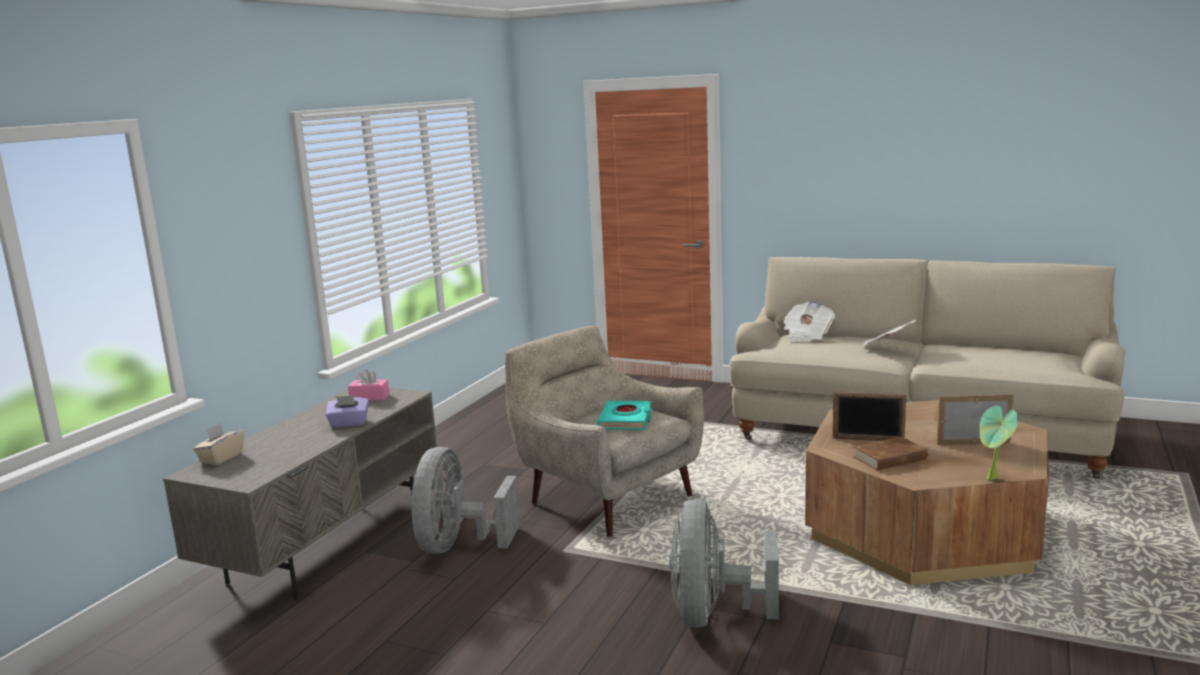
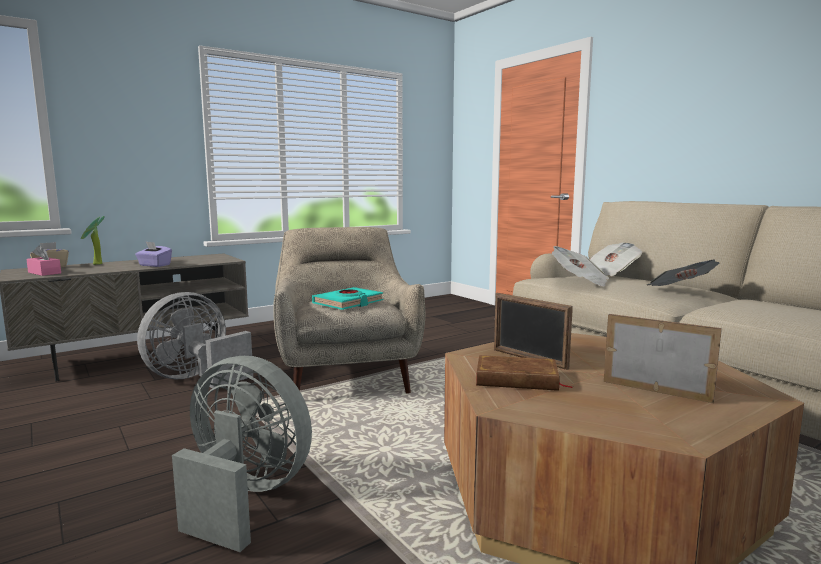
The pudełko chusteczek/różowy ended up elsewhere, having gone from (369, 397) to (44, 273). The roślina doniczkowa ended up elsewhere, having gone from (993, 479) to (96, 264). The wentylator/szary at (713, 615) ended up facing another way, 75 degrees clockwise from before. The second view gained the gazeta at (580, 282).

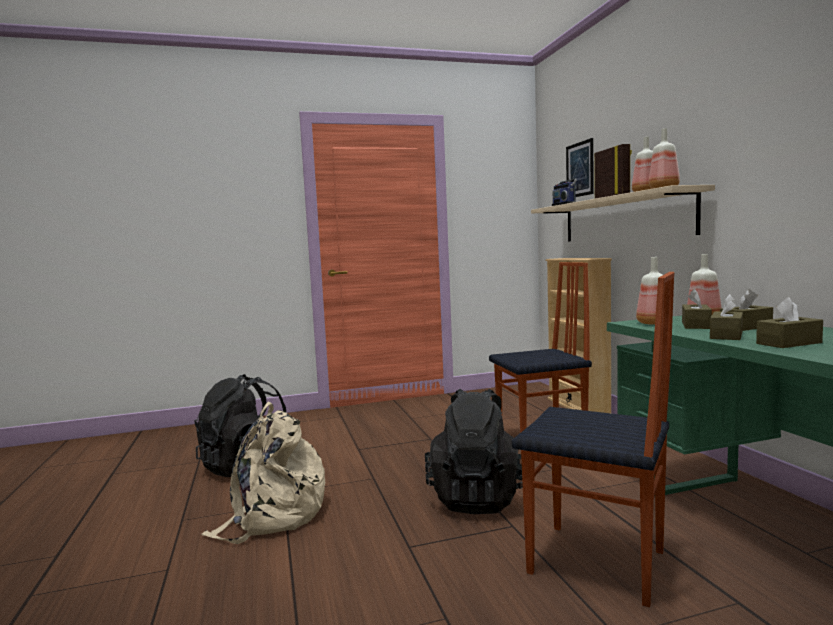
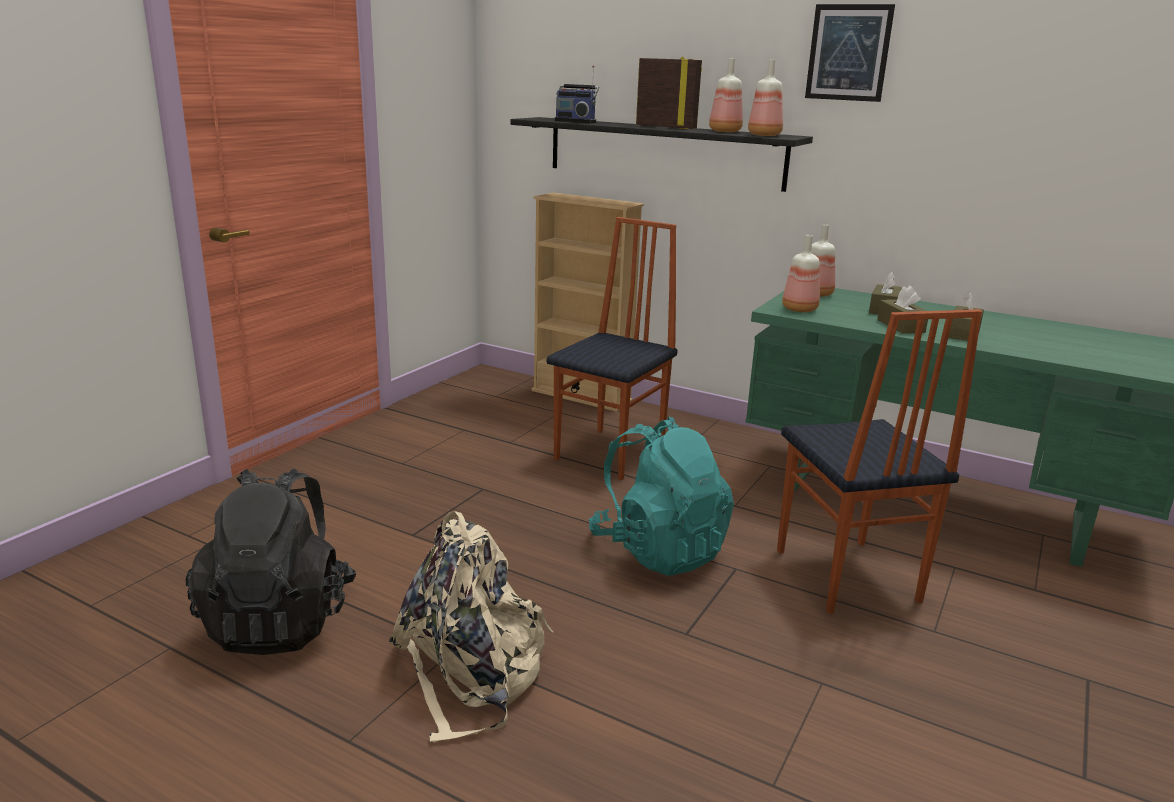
The obraz ended up elsewhere, having gone from (580, 169) to (848, 53). What was the półka/beżowy at (623, 219) turned into the półka/czarny at (663, 152). The krzesło at (597, 564) ended up facing another way, 90 degrees clockwise from before. The second view lost the pudełko chusteczek/brązowy at (696, 325). What was the plecak/czarny at (477, 497) turned into the plecak/turkusowy at (658, 550).

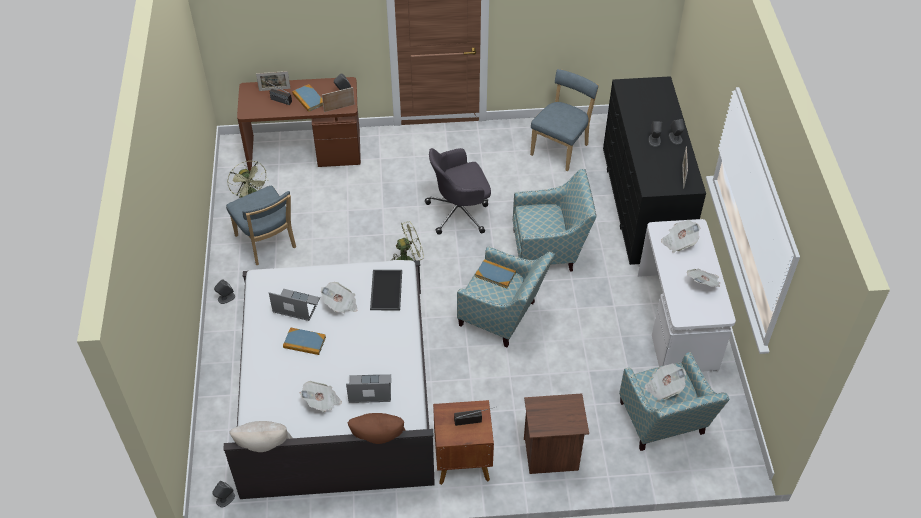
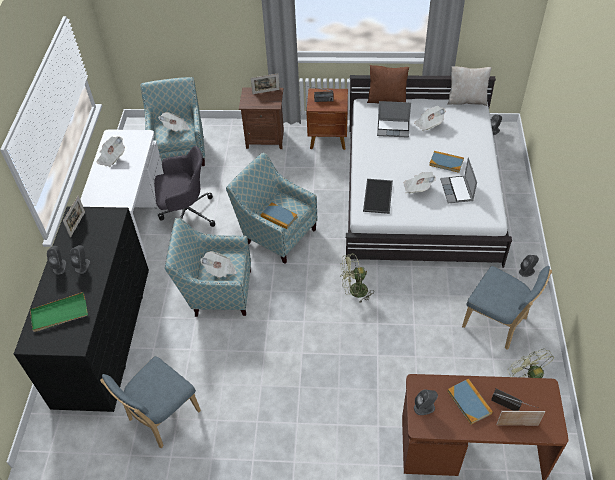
The ramka na zdjęcie ended up elsewhere, having gone from (339, 108) to (266, 91). The krzesło biurowe/szary ended up elsewhere, having gone from (459, 212) to (186, 214). The krzesło/niebieski at (267, 243) ended up facing another way, 150 degrees clockwise from before. The gazeta ended up elsewhere, having gone from (679, 242) to (220, 270). The laptop at (295, 306) ended up facing another way, 60 degrees clockwise from before. The second view gained the taca/zielony at (59, 314).

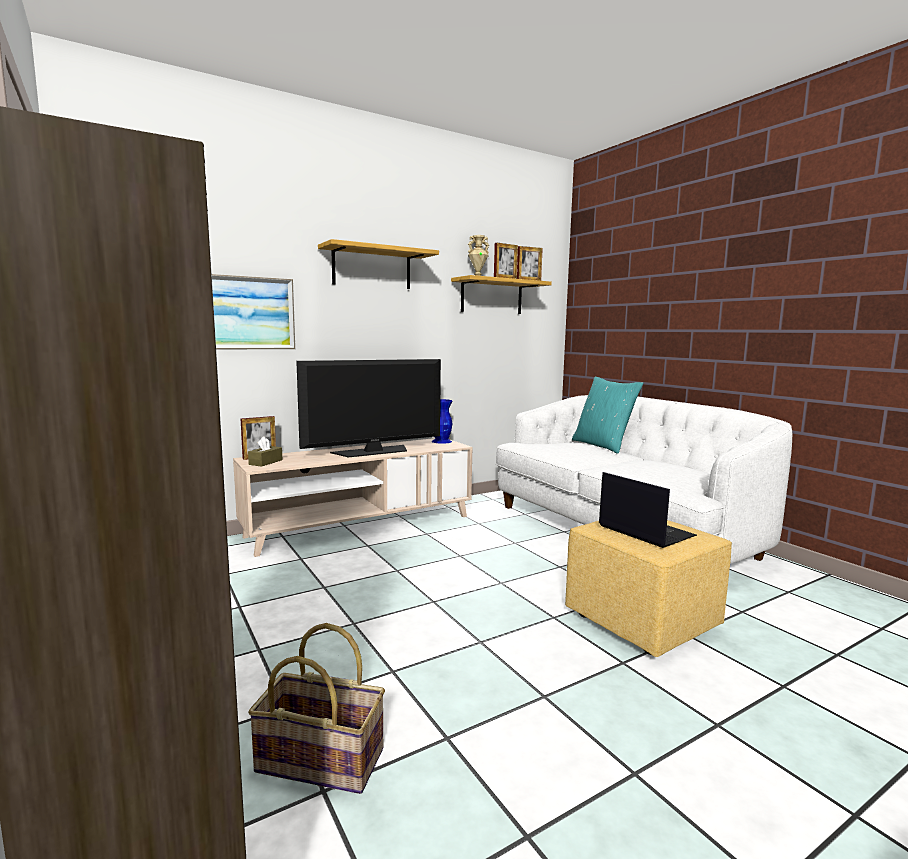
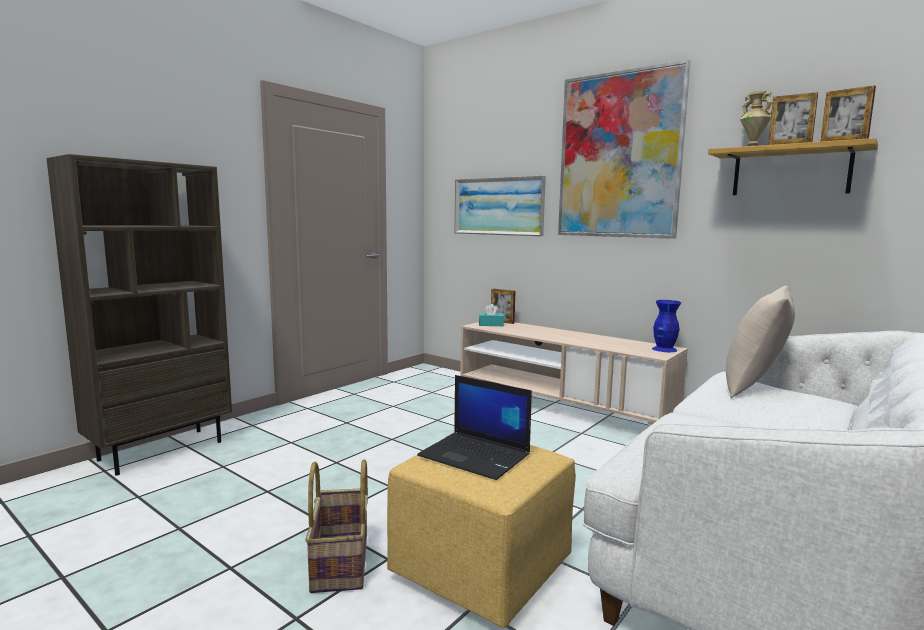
Where the półka hung at (372, 268), the obraz came to hang at (619, 156). The second view lost the telewizor at (373, 451). The second view lost the poduszka/turkusowy at (603, 445). What was the pudełko chusteczek/brązowy at (265, 462) turned into the pudełko chusteczek/turkusowy at (491, 324). The laptop at (644, 531) ended up facing another way, 90 degrees clockwise from before. The koszyk ended up elsewhere, having gone from (322, 759) to (342, 562). The second view gained the poduszka/beżowy at (754, 386).

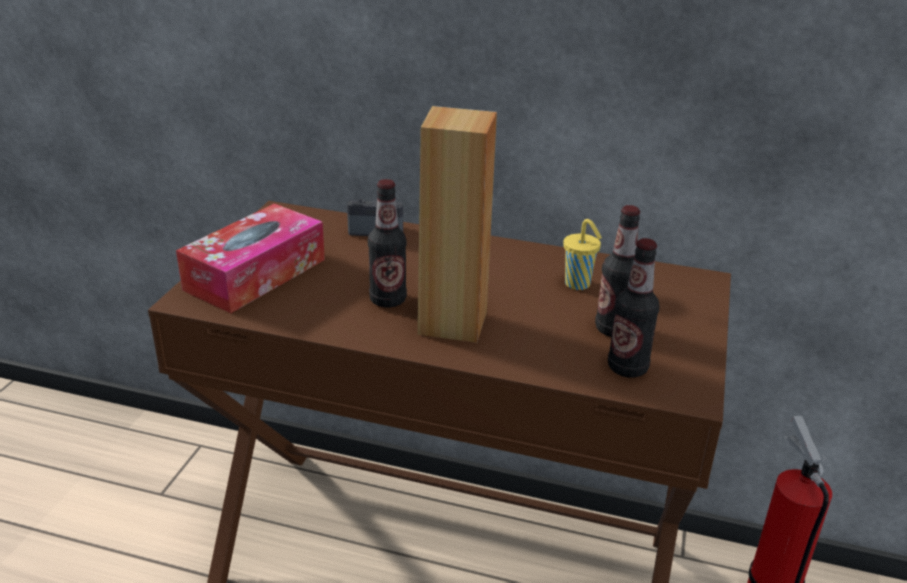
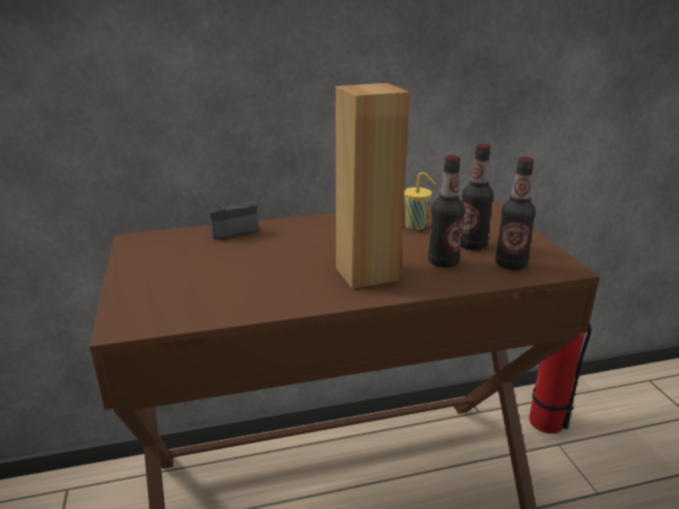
The butelka ended up elsewhere, having gone from (388, 300) to (443, 262). The second view lost the pudełko chusteczek at (255, 274).

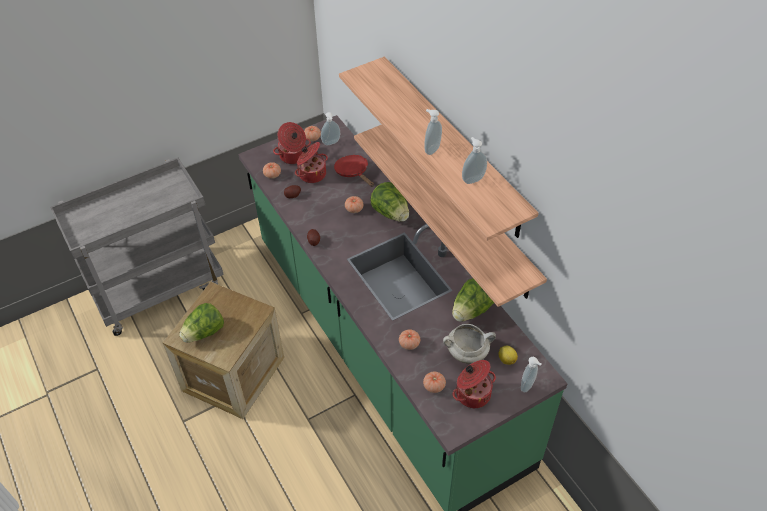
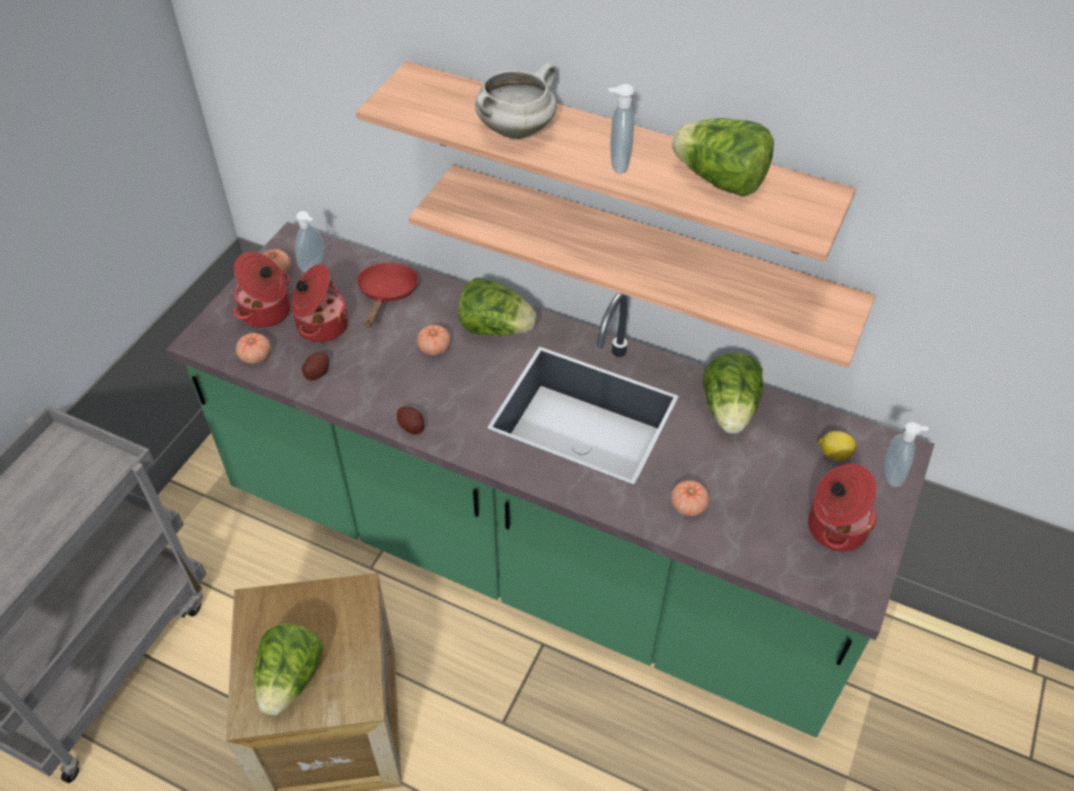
Where the dozownik mydła stood at (472, 179), the sałata came to stand at (720, 181). The patelnia/czerwony at (353, 172) ended up facing another way, 75 degrees clockwise from before. The garnek/biały ended up elsewhere, having gone from (467, 352) to (516, 129). The second view lost the pomidor at (434, 386).

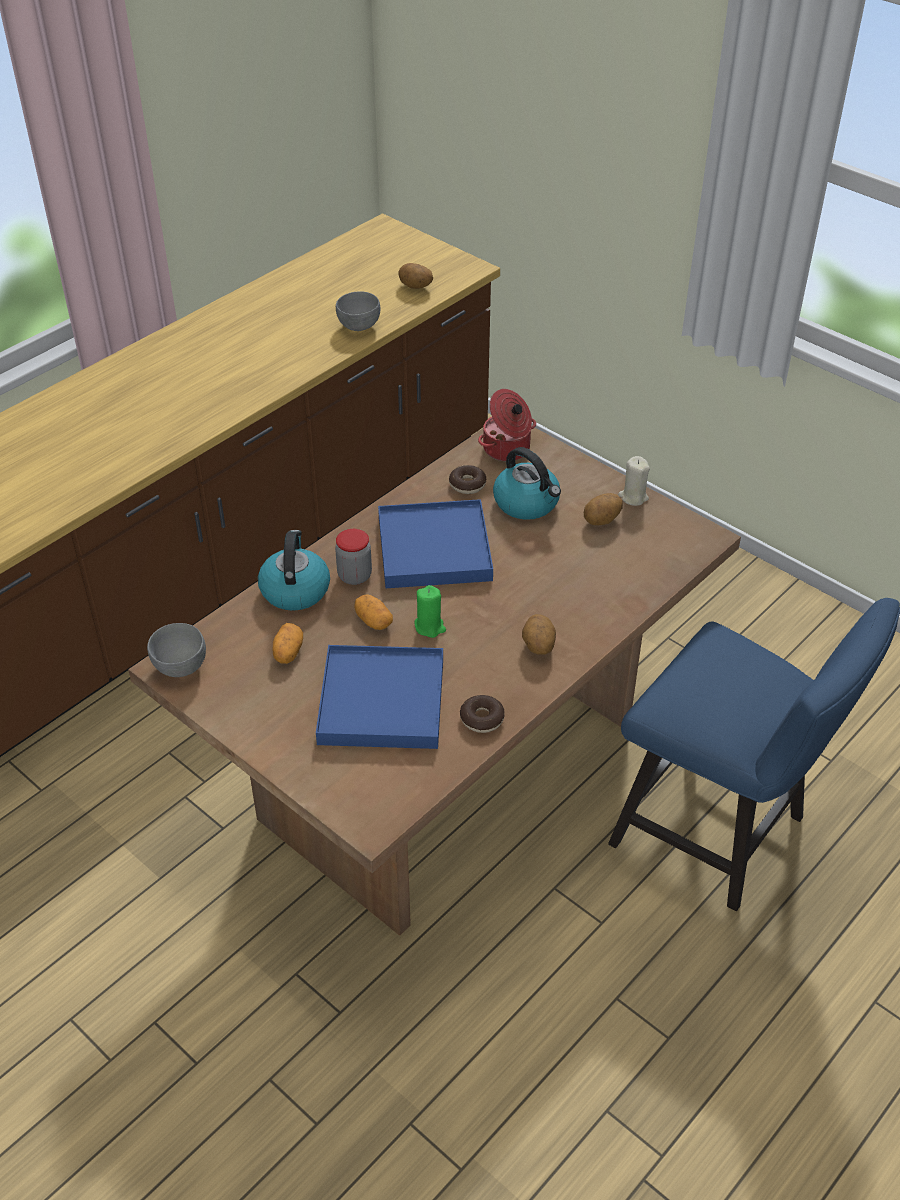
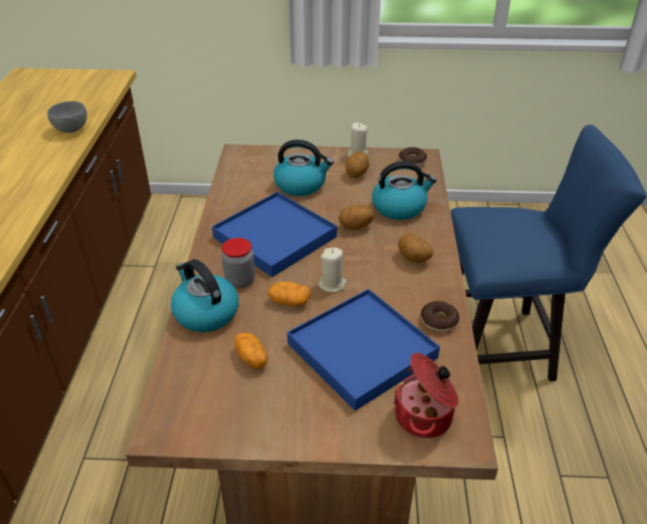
The ziemniak ended up elsewhere, having gone from (415, 287) to (356, 227). The garnek ended up elsewhere, having gone from (507, 449) to (425, 417). The donut ended up elsewhere, having gone from (467, 484) to (412, 161). What was the świeca/zielony at (430, 627) turned into the świeca/beżowy at (332, 284). The second view lost the miska/szary at (181, 666). The second view gained the czajnik at (399, 207).

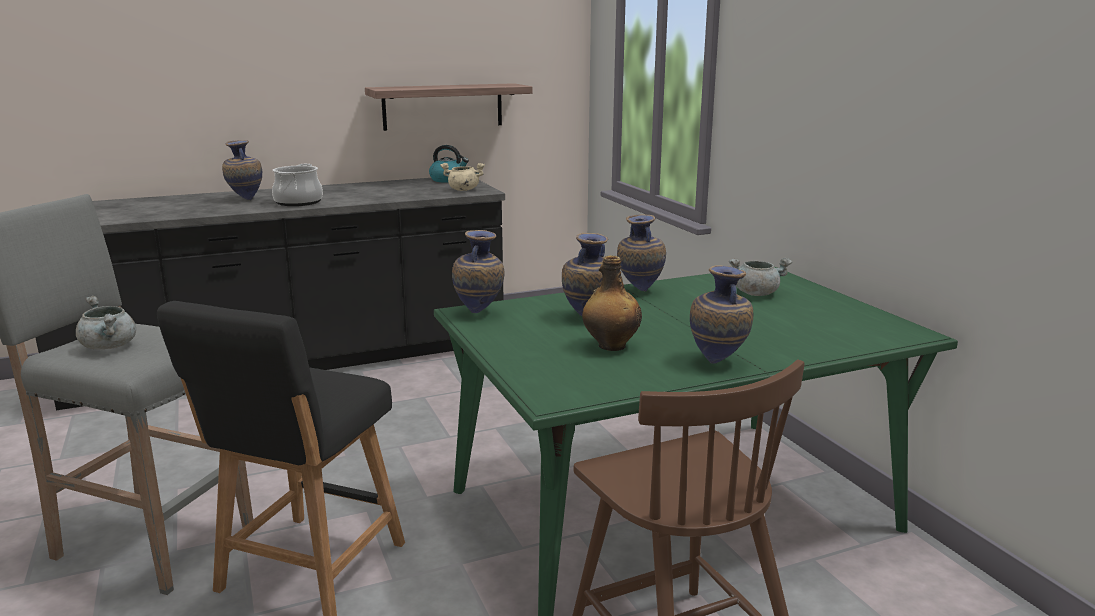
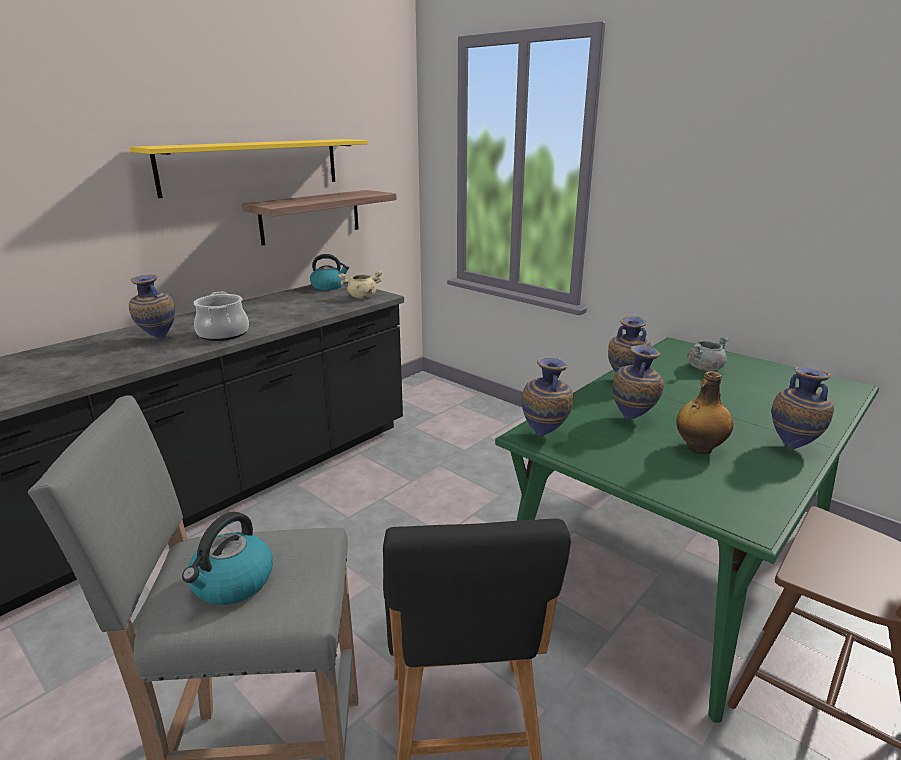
Where the garnek/szary stood at (110, 346), the czajnik came to stand at (232, 583). The second view gained the półka/żółty at (253, 165).

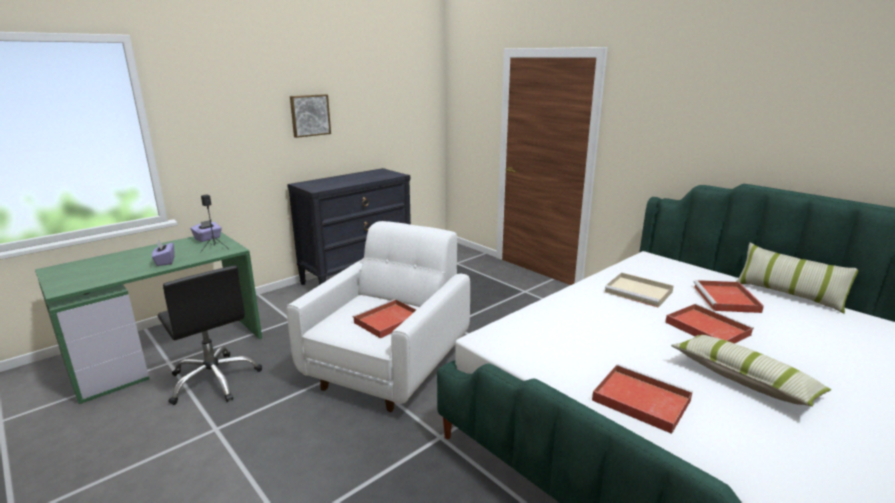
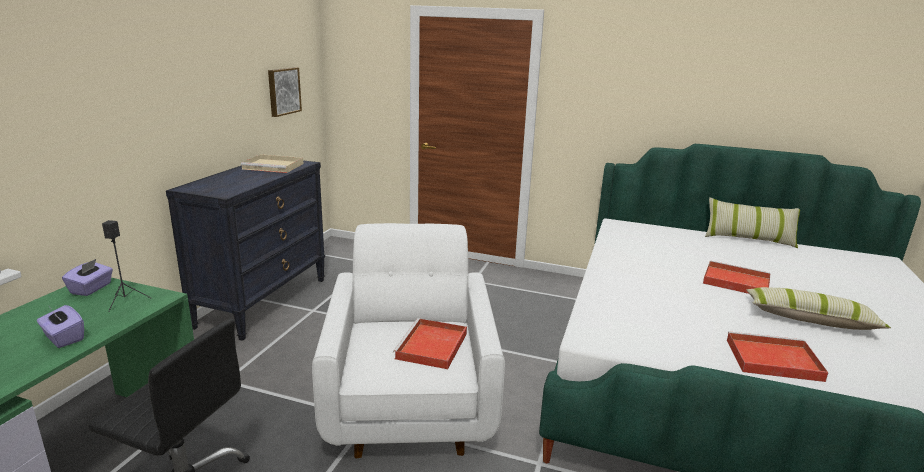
The obraz ended up elsewhere, having gone from (309, 115) to (283, 91). The taca/beżowy ended up elsewhere, having gone from (640, 292) to (274, 166). The second view lost the taca/czerwony at (727, 299).

